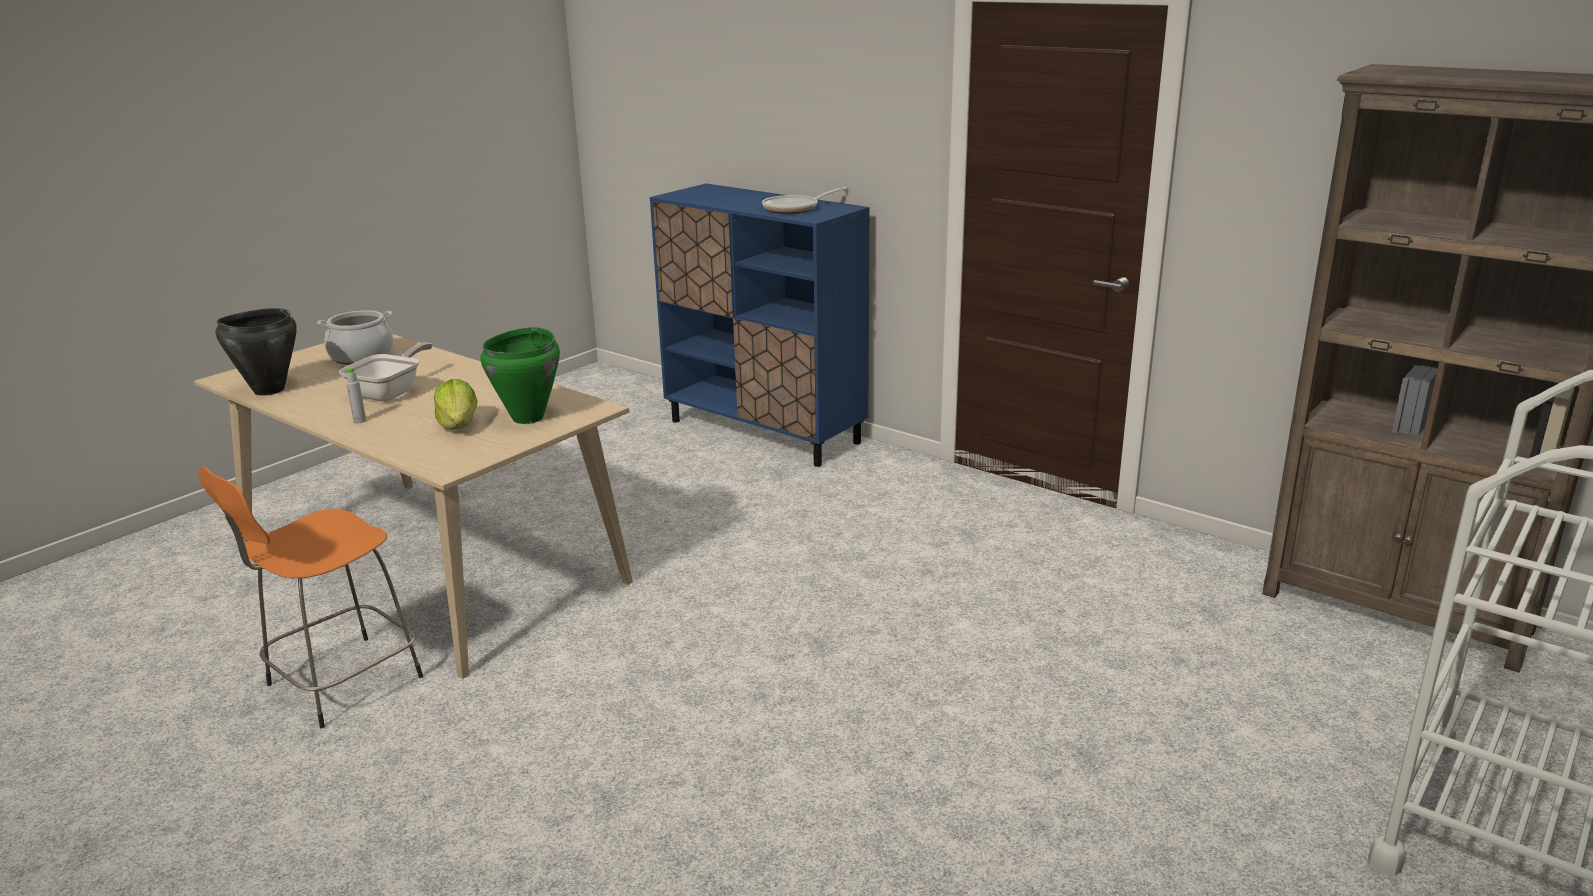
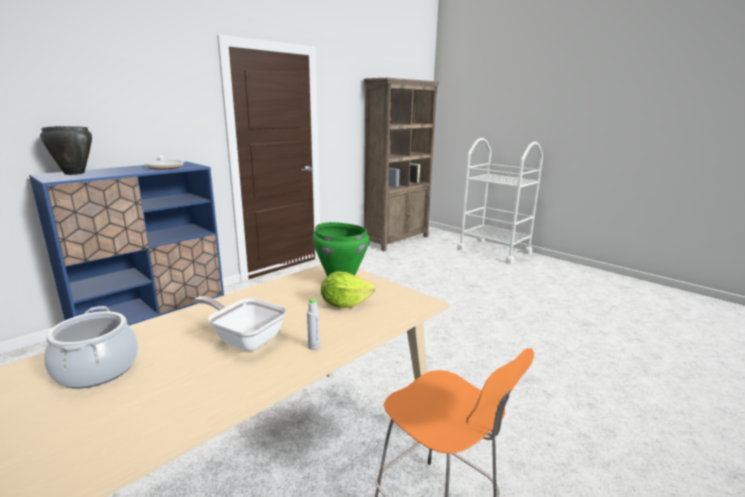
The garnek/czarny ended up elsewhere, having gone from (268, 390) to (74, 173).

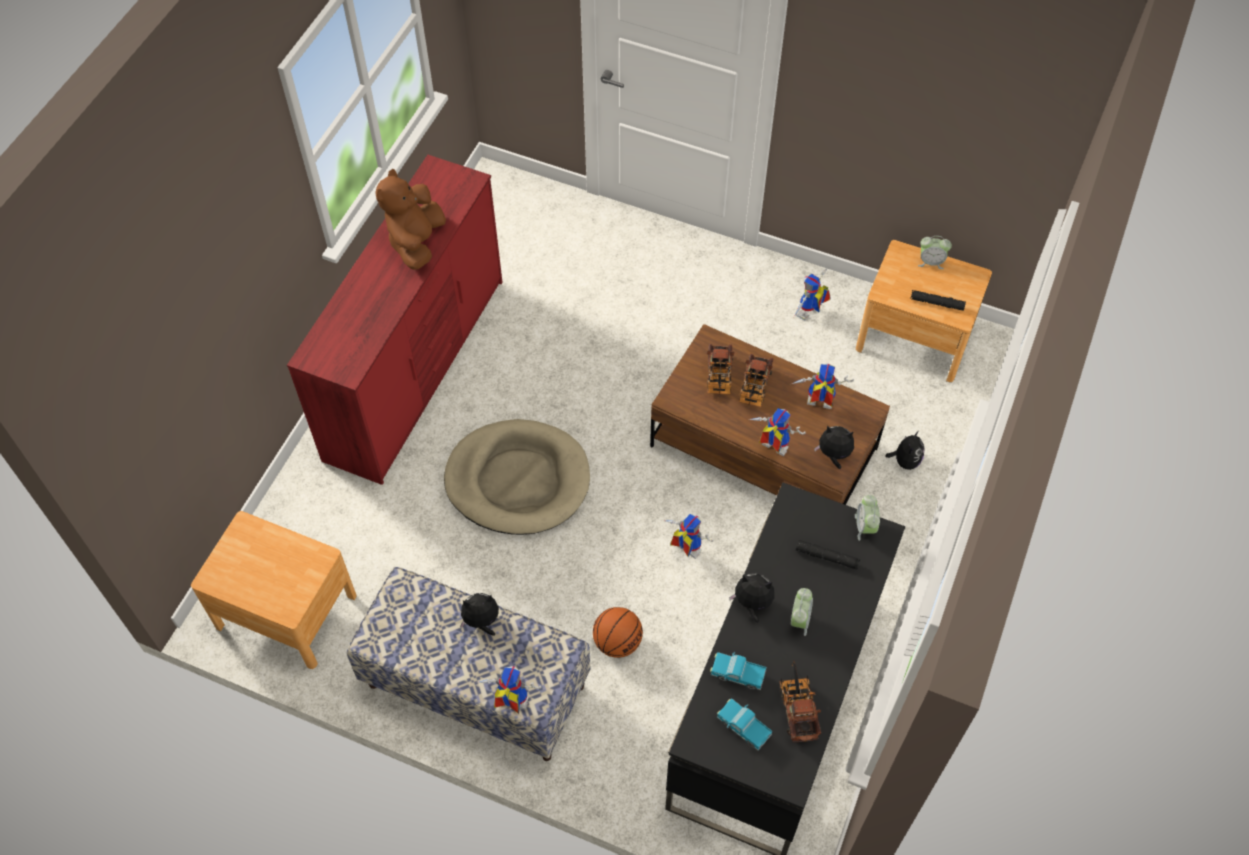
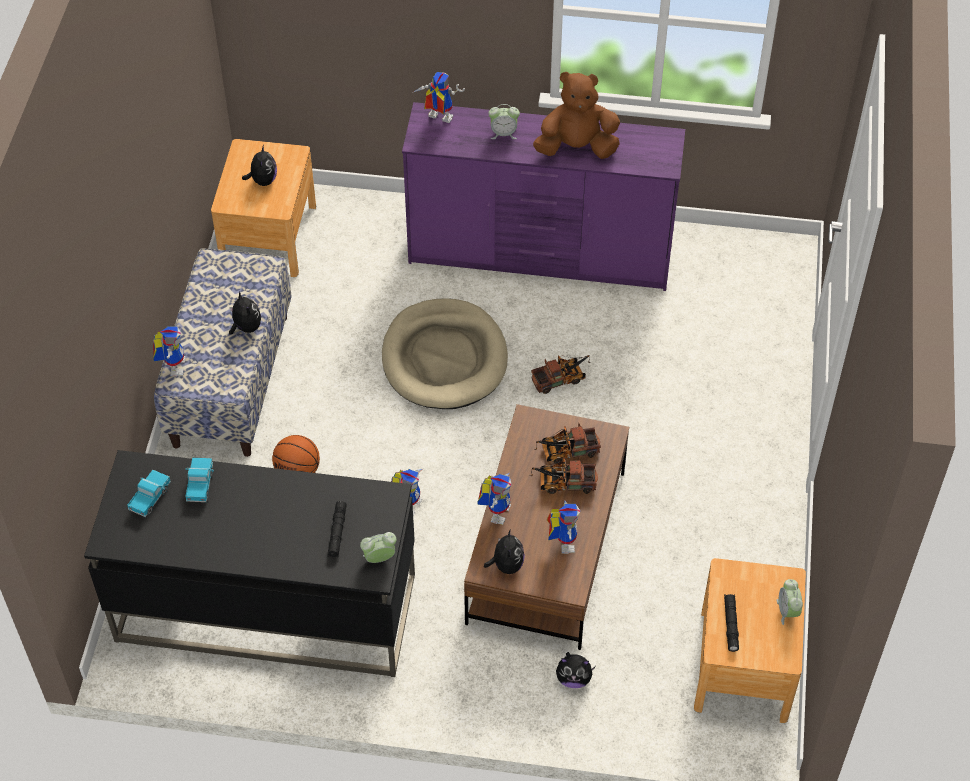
What was the komoda/czerwony at (417, 368) turned into the komoda/fioletowy at (541, 255). The robot zabawkowy ended up elsewhere, having gone from (809, 314) to (437, 118). The pluszak ended up elsewhere, having gone from (752, 603) to (263, 180). The budzik ended up elsewhere, having gone from (799, 620) to (503, 133). The ciężarówka zabawkowa ended up elsewhere, having gone from (797, 707) to (561, 379).

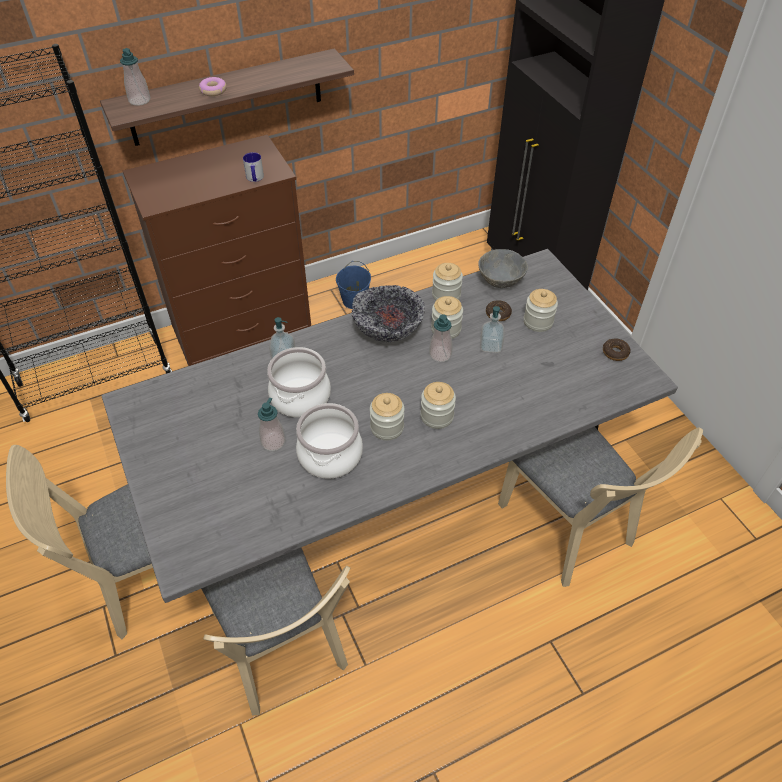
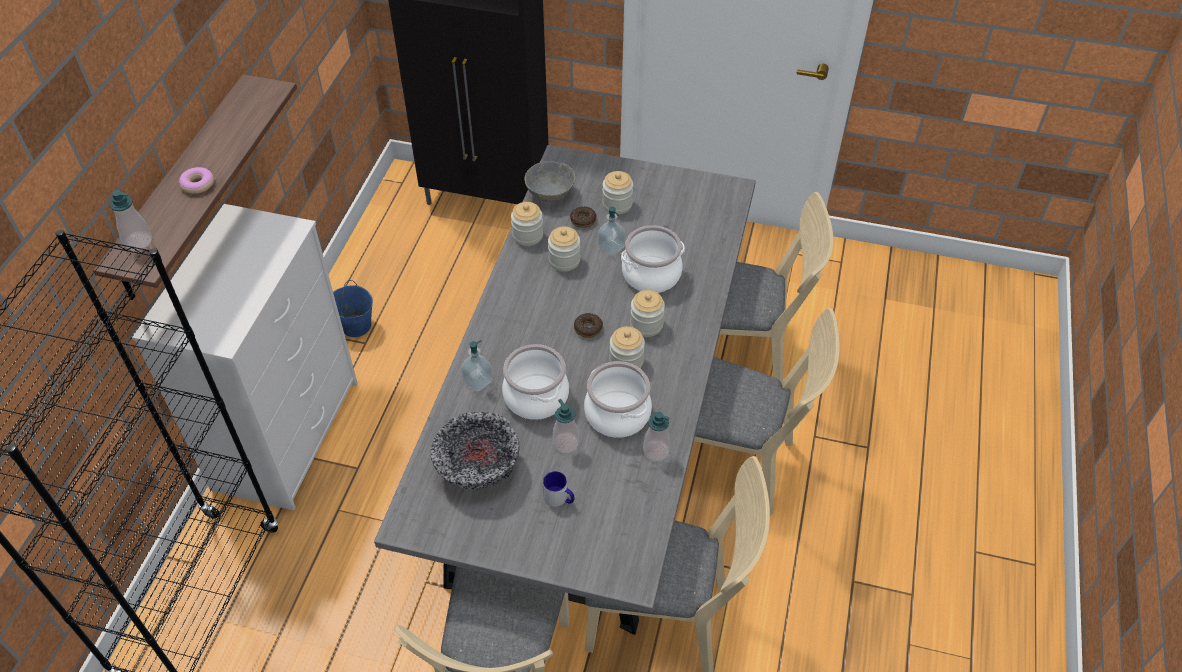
What was the komoda/brązowy at (243, 329) turned into the komoda/biały at (287, 433). The kubek ended up elsewhere, having gone from (255, 178) to (559, 499). The miska ended up elsewhere, having gone from (387, 330) to (477, 468). The dozownik mydła ended up elsewhere, having gone from (440, 354) to (656, 451). The donut ended up elsewhere, having gone from (615, 352) to (588, 328). The second view gained the garnek at (651, 274). The second view gained the krzesło/beżowy at (738, 465).

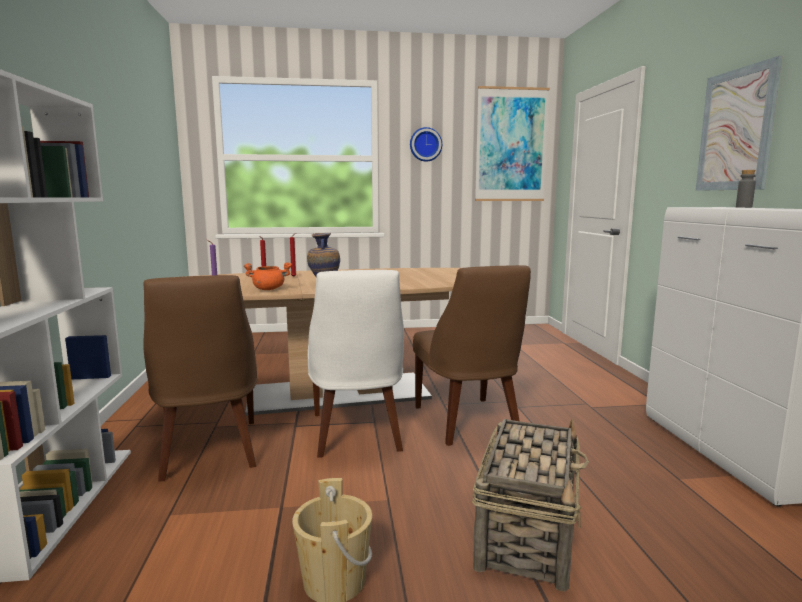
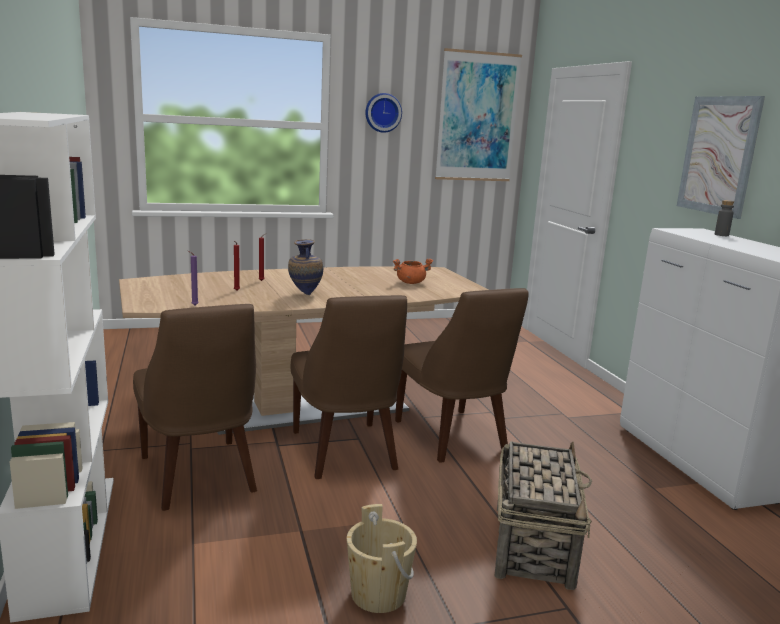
The garnek/pomarańczowy ended up elsewhere, having gone from (269, 289) to (411, 282). What was the krzesło/biały at (356, 434) turned into the krzesło/brązowy at (345, 453).

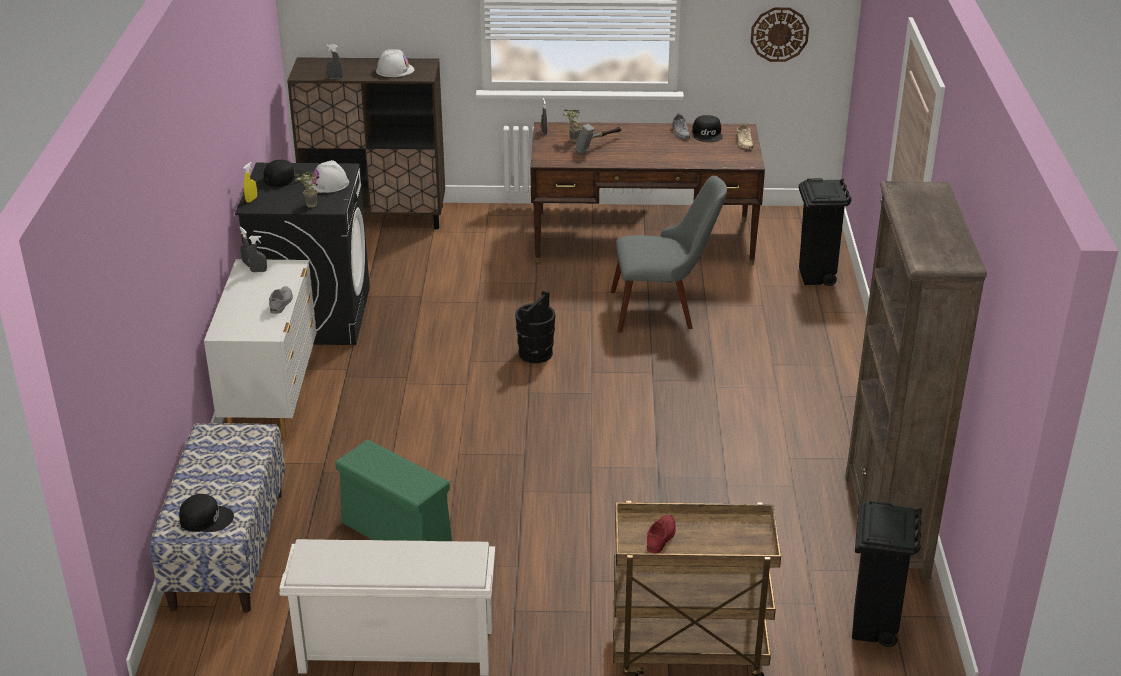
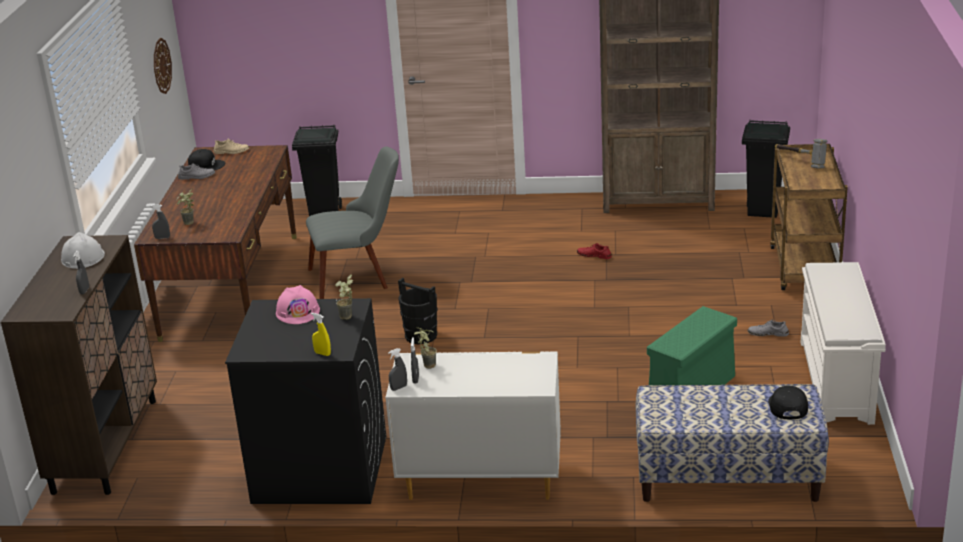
The młotek ended up elsewhere, having gone from (598, 146) to (801, 162). The second view lost the czapka z daszkiem/czarny at (284, 178). What was the kask/biały at (328, 184) turned into the kask/różowy at (298, 312). The krzesło/szary at (664, 309) ended up facing another way, 75 degrees clockwise from before. The but/szary ended up elsewhere, having gone from (281, 303) to (768, 333). The but/czerwony ended up elsewhere, having gone from (661, 537) to (594, 255). The second view gained the roślina doniczkowa at (426, 365).

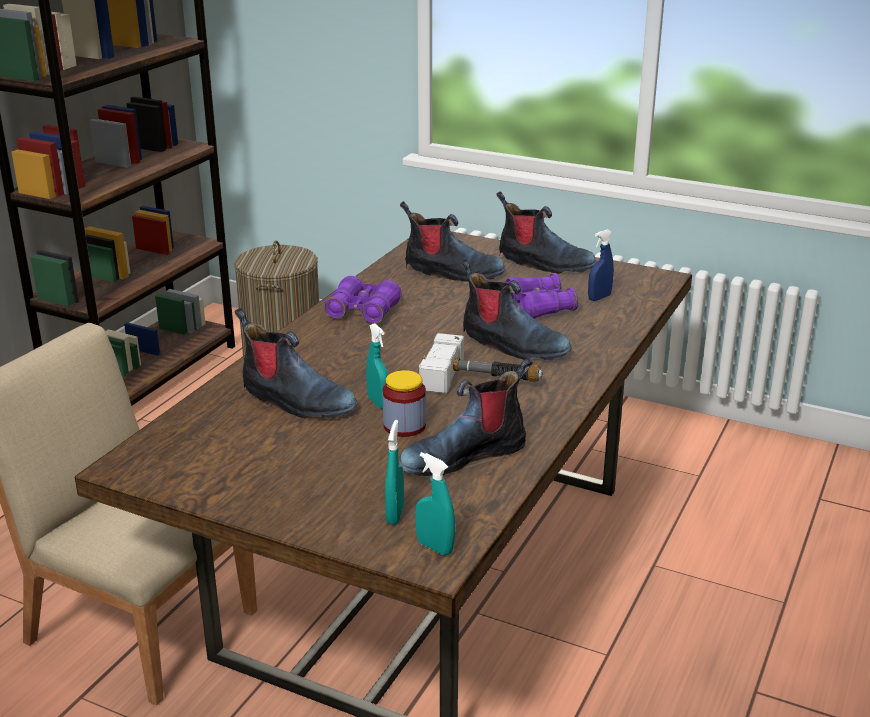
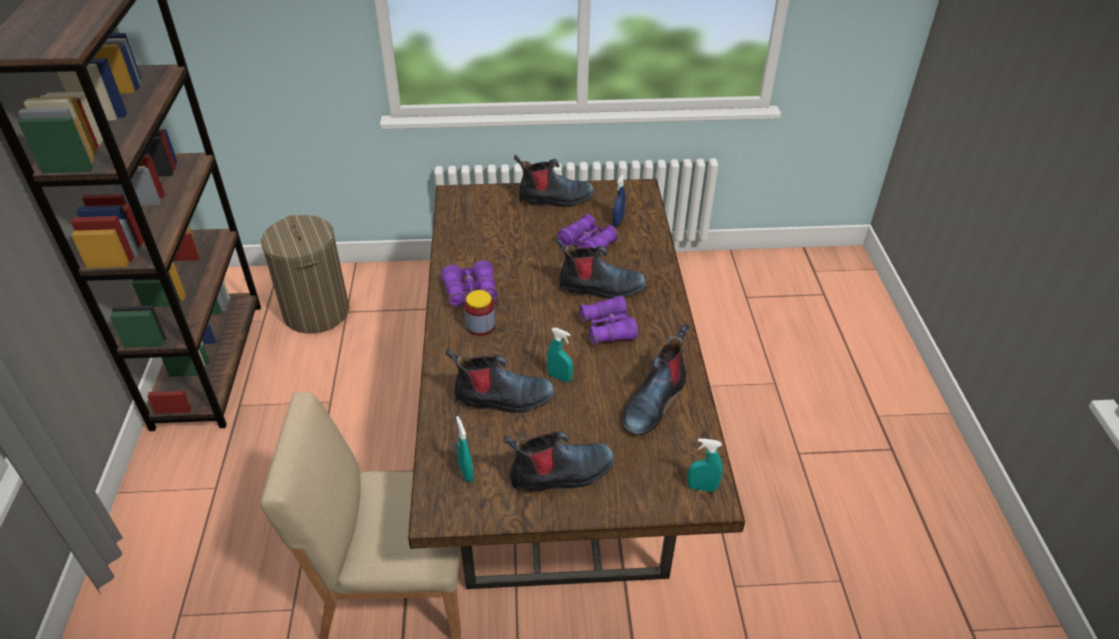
The but z cholewką ended up elsewhere, having gone from (452, 272) to (560, 474). Where the młotek stood at (481, 380), the lornetka/fioletowy came to stand at (608, 328). The słoik ended up elsewhere, having gone from (404, 426) to (480, 325). The spryskiwacz/turkusowy ended up elsewhere, having gone from (395, 515) to (466, 472).

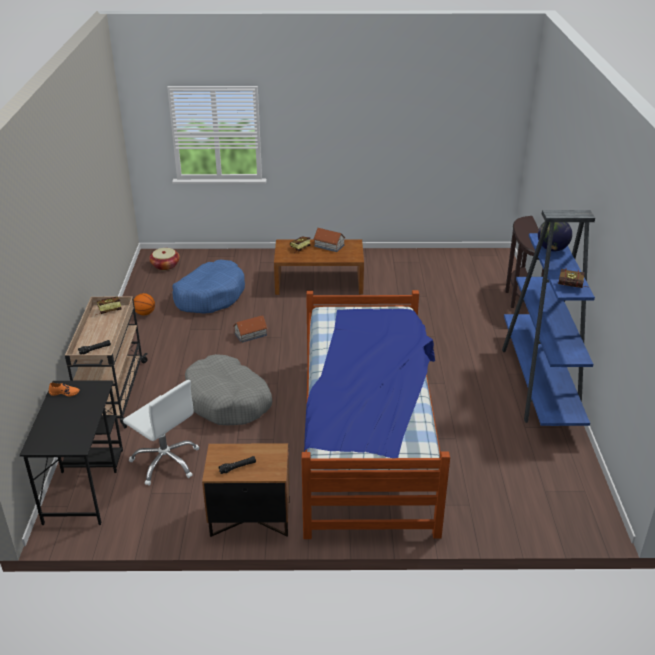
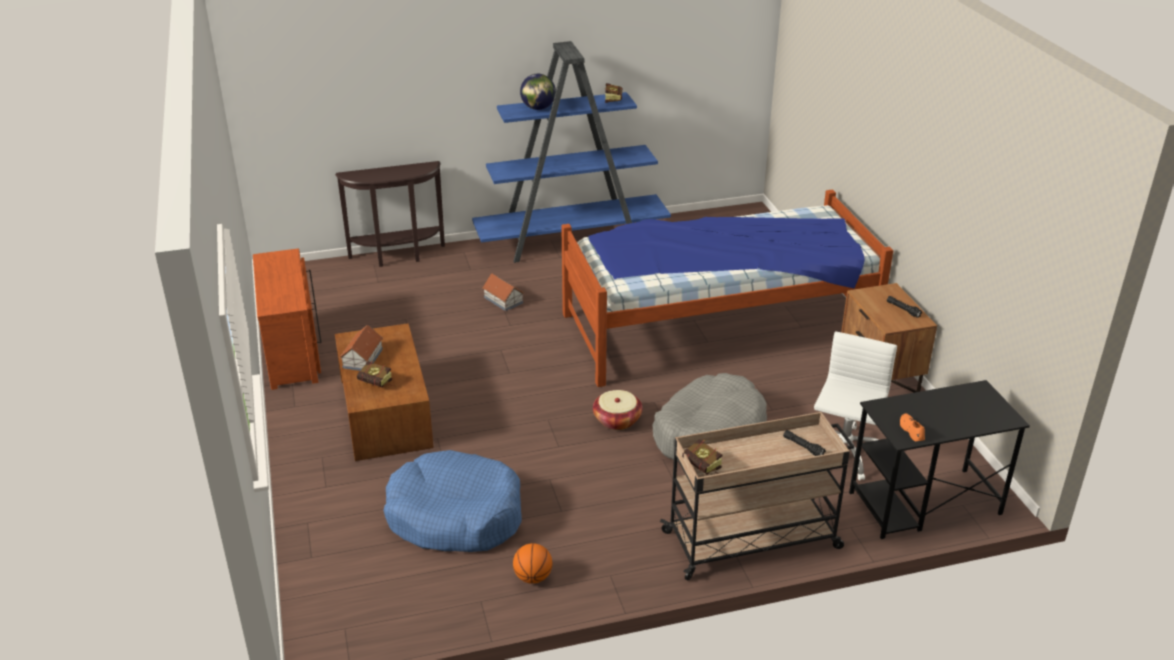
The koszyk ended up elsewhere, having gone from (165, 265) to (617, 420). The domek ended up elsewhere, having gone from (251, 334) to (503, 300). The second view gained the komoda/brązowy at (294, 352).

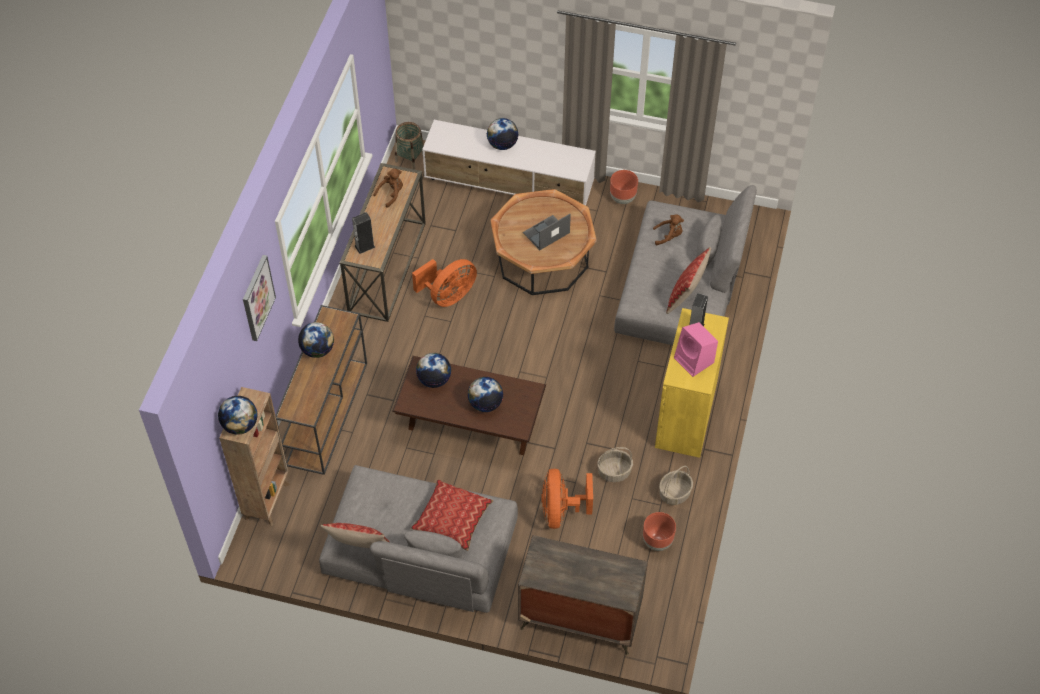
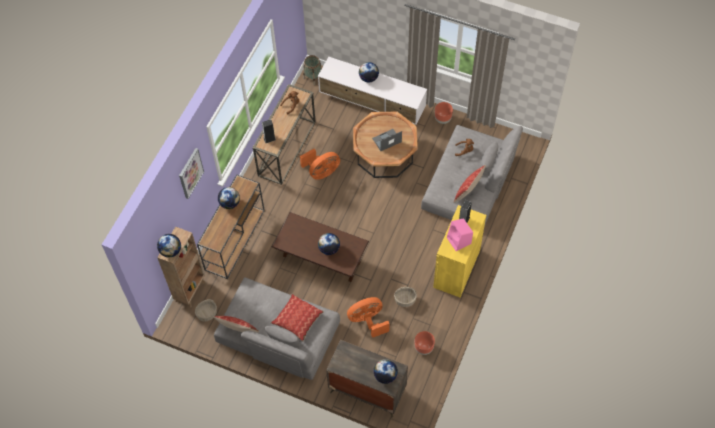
The globus ended up elsewhere, having gone from (434, 379) to (385, 375). The koszyk ended up elsewhere, having gone from (674, 494) to (207, 314). The wentylator/pomarańczowy at (561, 511) ended up facing another way, 60 degrees clockwise from before.

